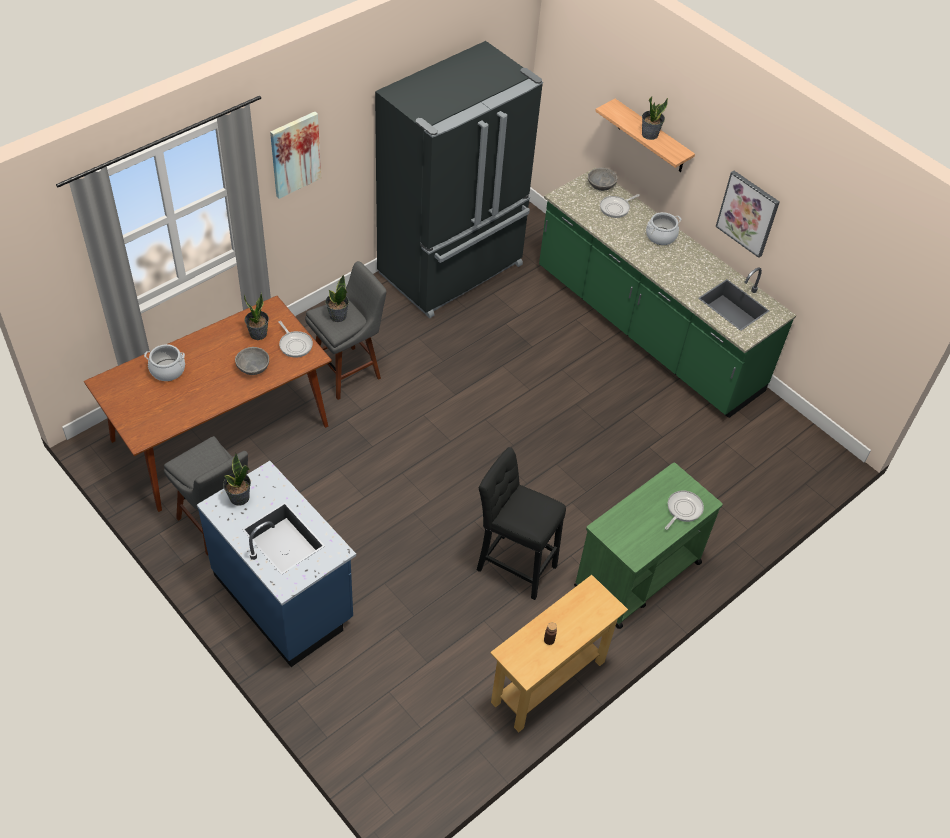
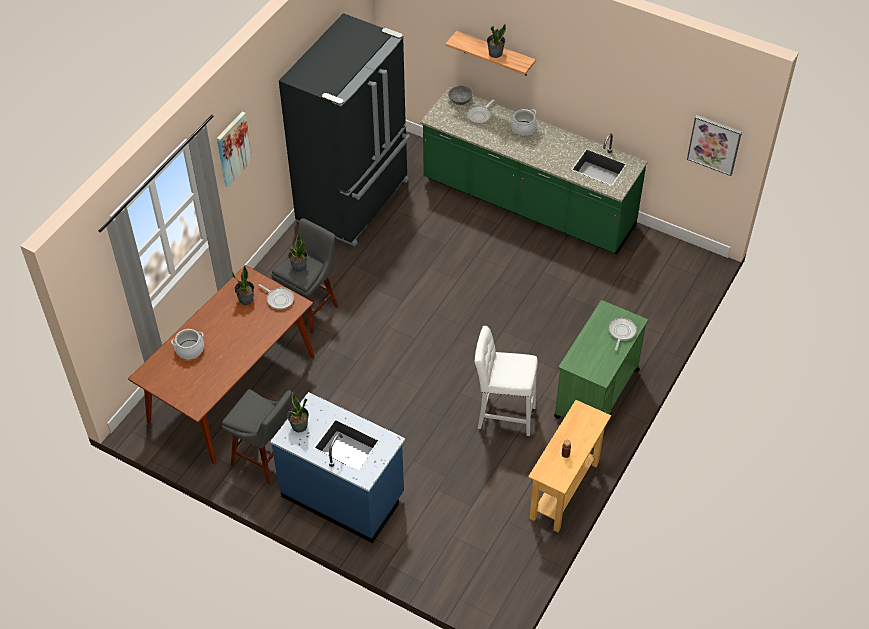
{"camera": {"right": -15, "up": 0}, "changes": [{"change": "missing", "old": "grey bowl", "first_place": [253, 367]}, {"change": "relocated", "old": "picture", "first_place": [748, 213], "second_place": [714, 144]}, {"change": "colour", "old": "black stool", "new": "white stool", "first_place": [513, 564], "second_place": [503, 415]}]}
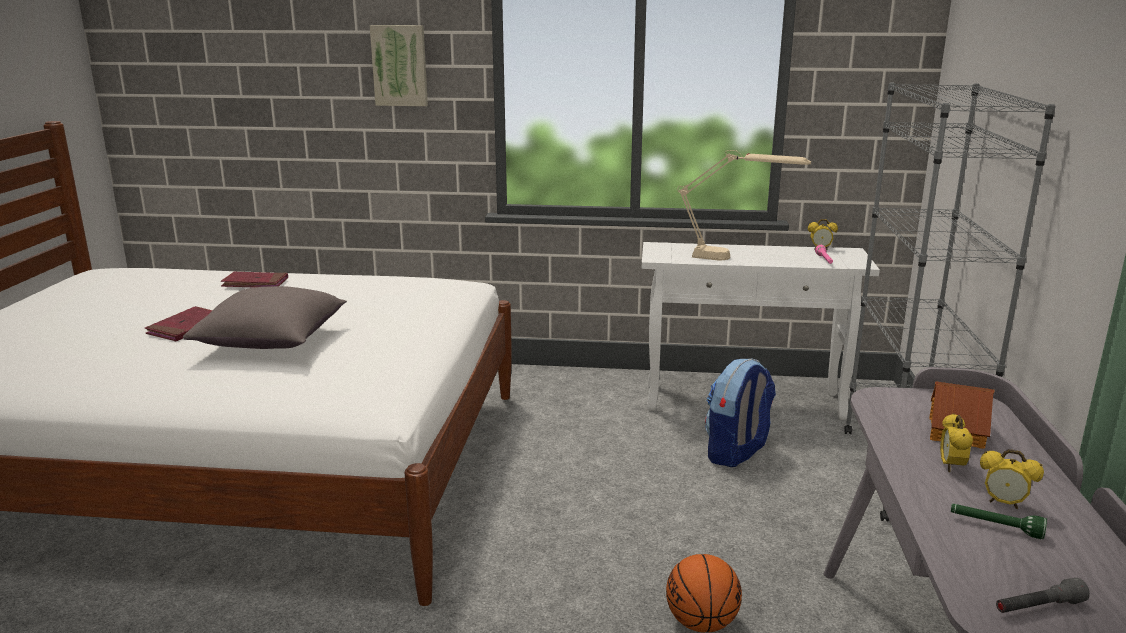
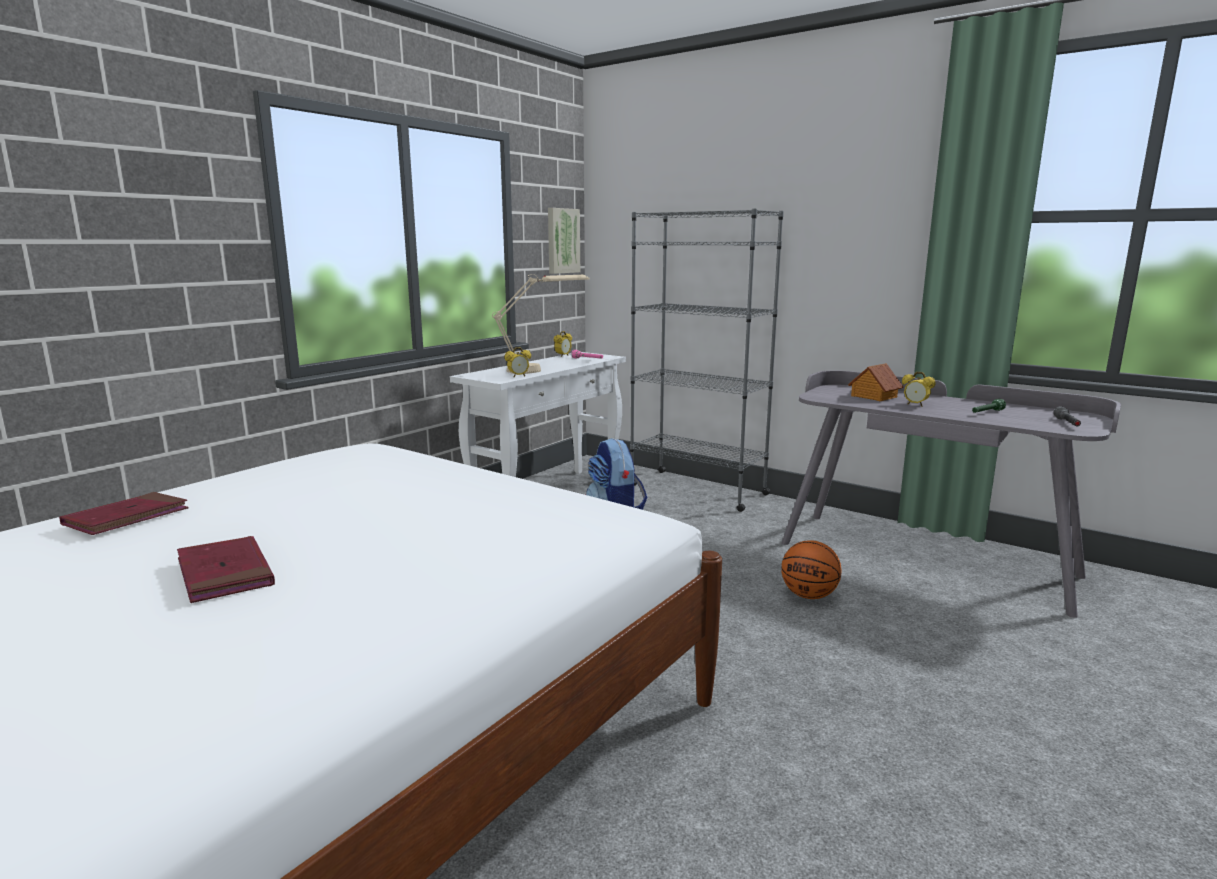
{"camera": {"right": -60, "up": -5}, "changes": [{"change": "missing", "old": "grey pillow", "first_place": [273, 342]}, {"change": "relocated", "old": "picture", "first_place": [400, 65], "second_place": [562, 241]}, {"change": "relocated", "old": "alarm clock", "first_place": [1003, 503], "second_place": [518, 376]}]}
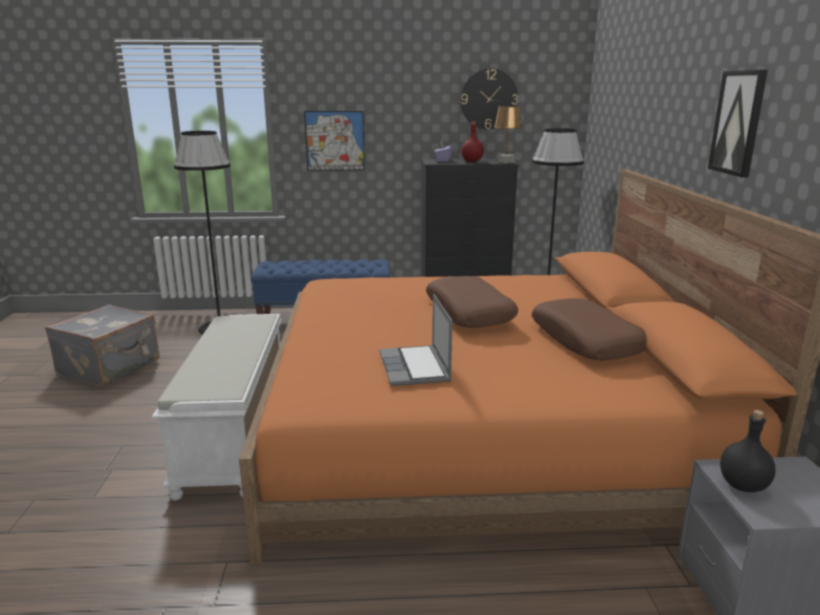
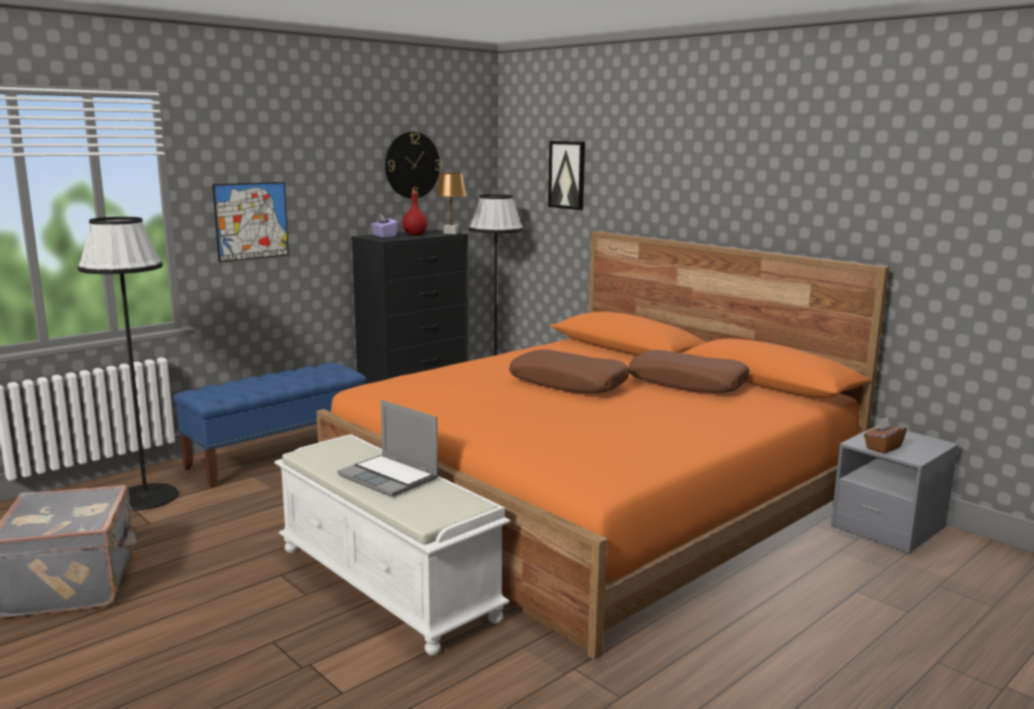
{"camera": {"right": -40, "up": -5}, "changes": [{"change": "relocated", "old": "laptop", "first_place": [415, 368], "second_place": [390, 477]}, {"change": "relocated", "old": "picture", "first_place": [738, 123], "second_place": [567, 175]}, {"change": "exchanged", "old": "black bottle", "new": "brown tissue box", "first_place": [743, 486], "second_place": [883, 448]}]}
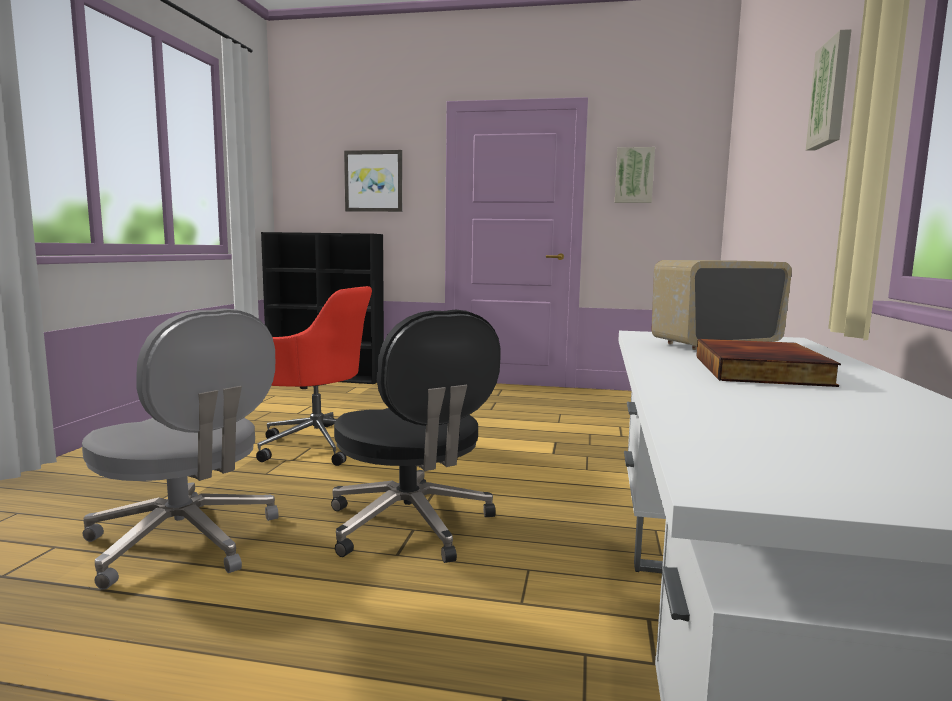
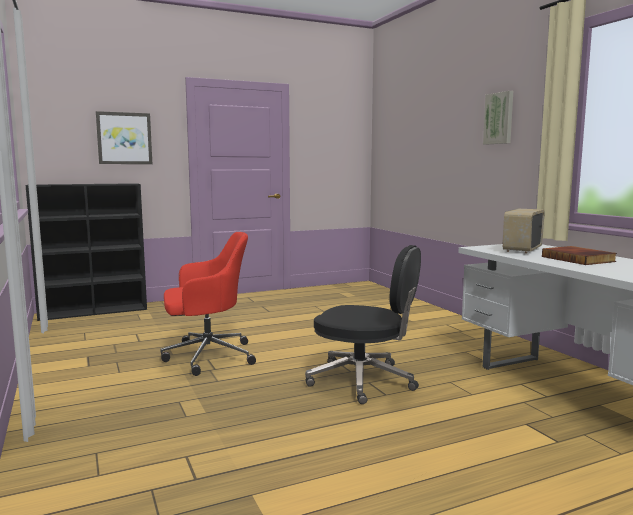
{"camera": {"right": -35, "up": 0}, "changes": [{"change": "missing", "old": "grey office chair", "first_place": [185, 542]}, {"change": "missing", "old": "picture", "first_place": [634, 175]}]}
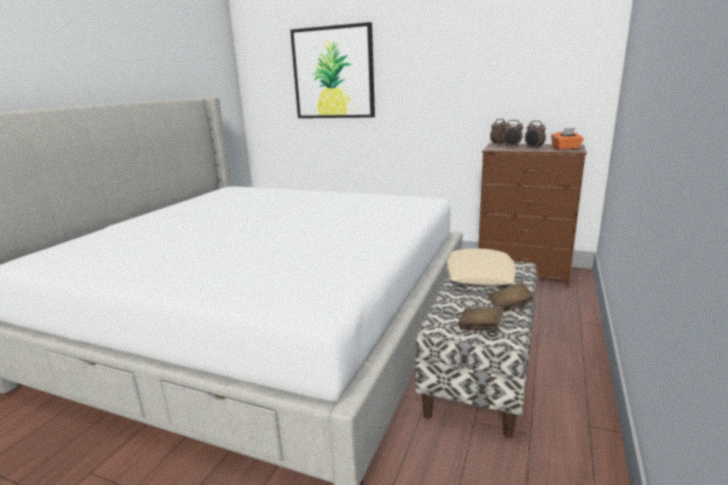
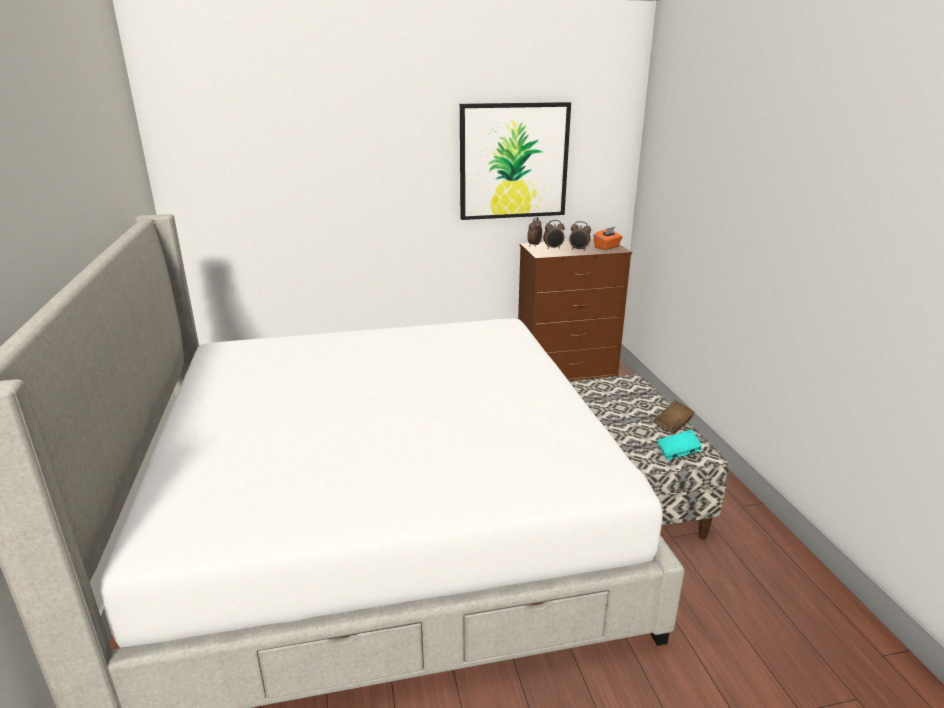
{"camera": {"right": -35, "up": 5}, "changes": [{"change": "missing", "old": "beige pillow", "first_place": [479, 274]}, {"change": "relocated", "old": "picture", "first_place": [333, 73], "second_place": [513, 161]}, {"change": "colour", "old": "brown book", "new": "turquoise book", "first_place": [480, 327], "second_place": [678, 453]}]}
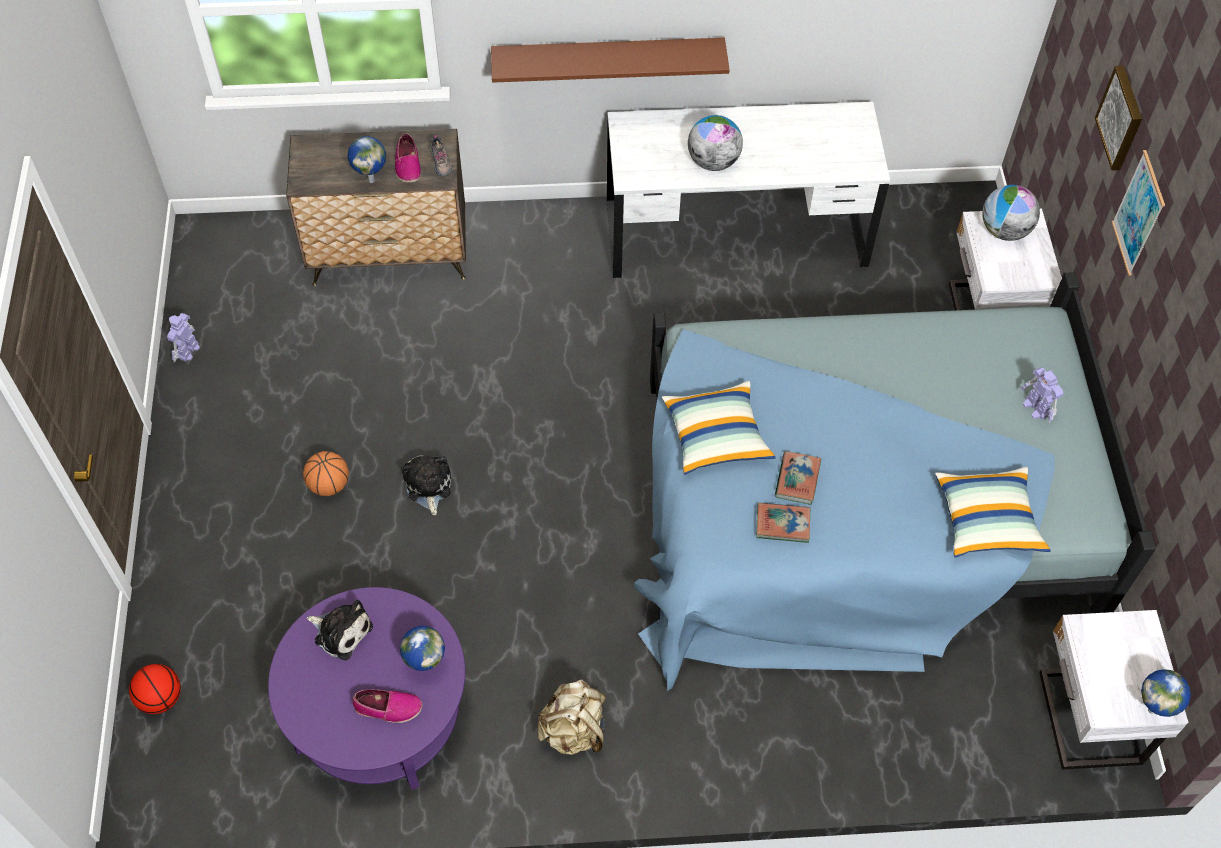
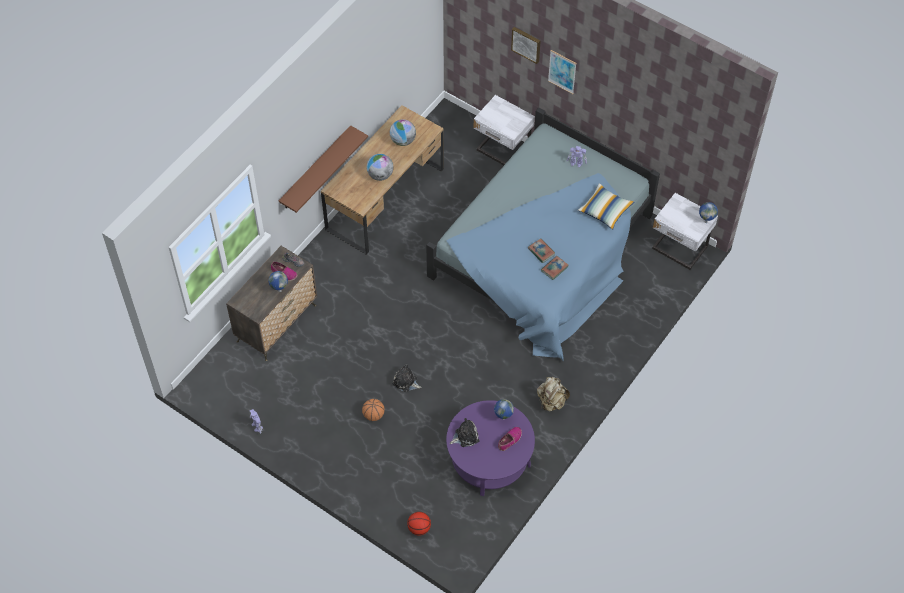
{"camera": {"right": -50, "up": 0}, "changes": [{"change": "missing", "old": "pillow", "first_place": [716, 436]}, {"change": "relocated", "old": "globe", "first_place": [1004, 230], "second_place": [403, 141]}, {"change": "colour", "old": "white desk", "new": "brown desk", "first_place": [735, 233], "second_place": [385, 199]}]}
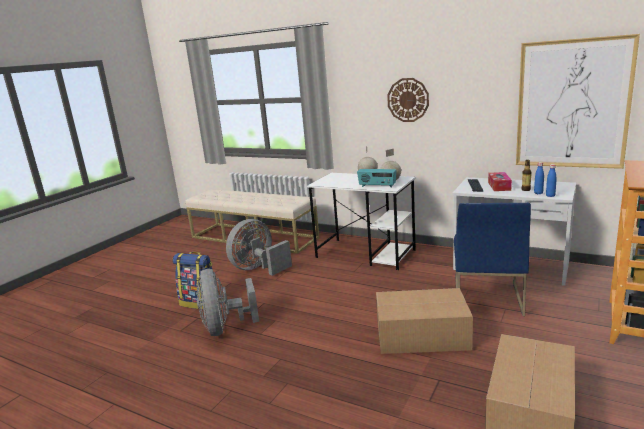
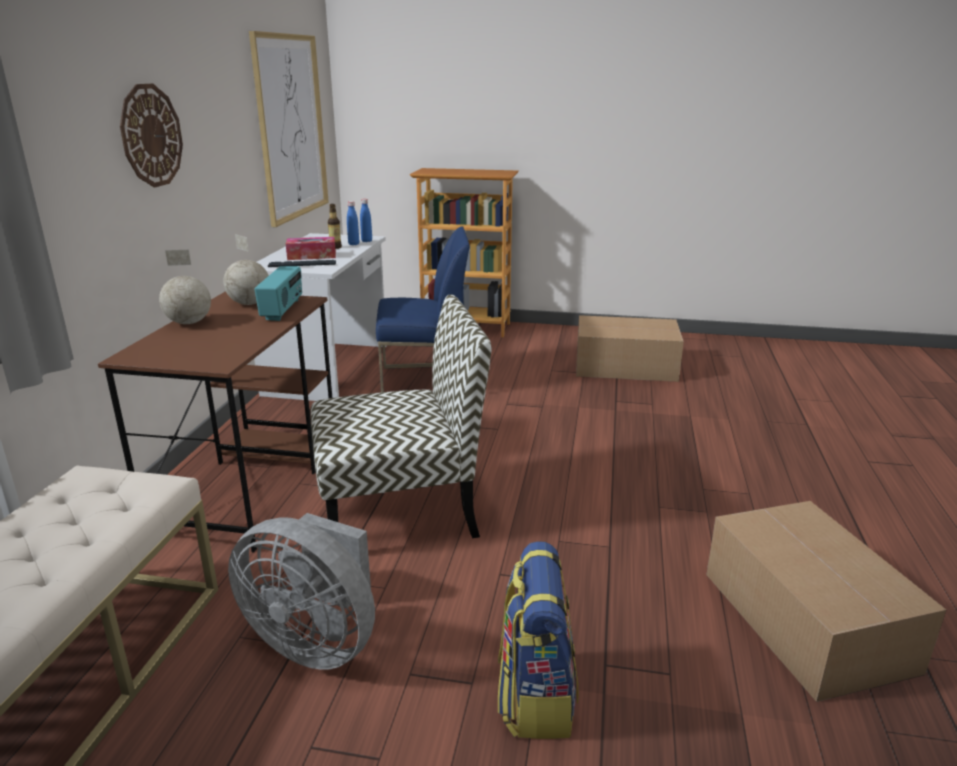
{"camera": {"right": -110, "up": 5}, "changes": [{"change": "missing", "old": "grey fan", "first_place": [225, 328]}, {"change": "appeared", "new": "chair", "second_place": [401, 510]}, {"change": "relocated", "old": "cardboard box", "first_place": [423, 335], "second_place": [805, 618]}, {"change": "colour", "old": "white desk", "new": "brown desk", "first_place": [366, 254], "second_place": [251, 485]}]}
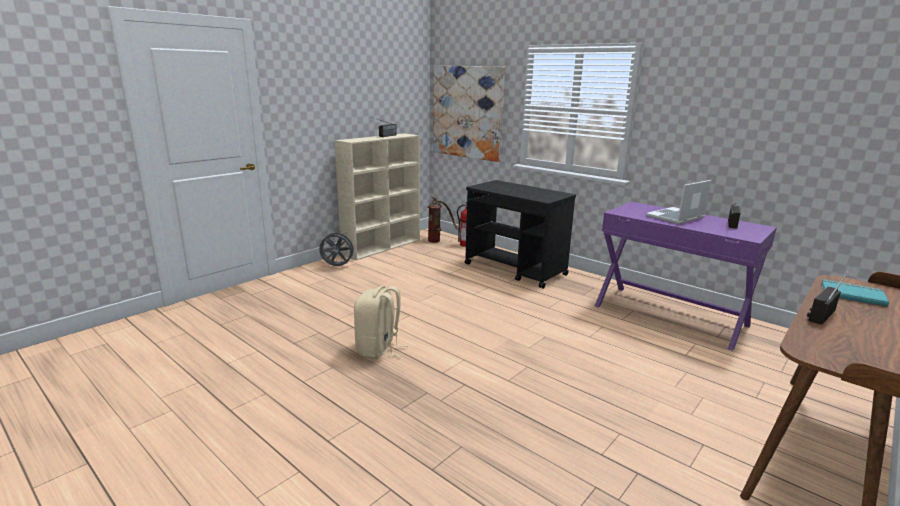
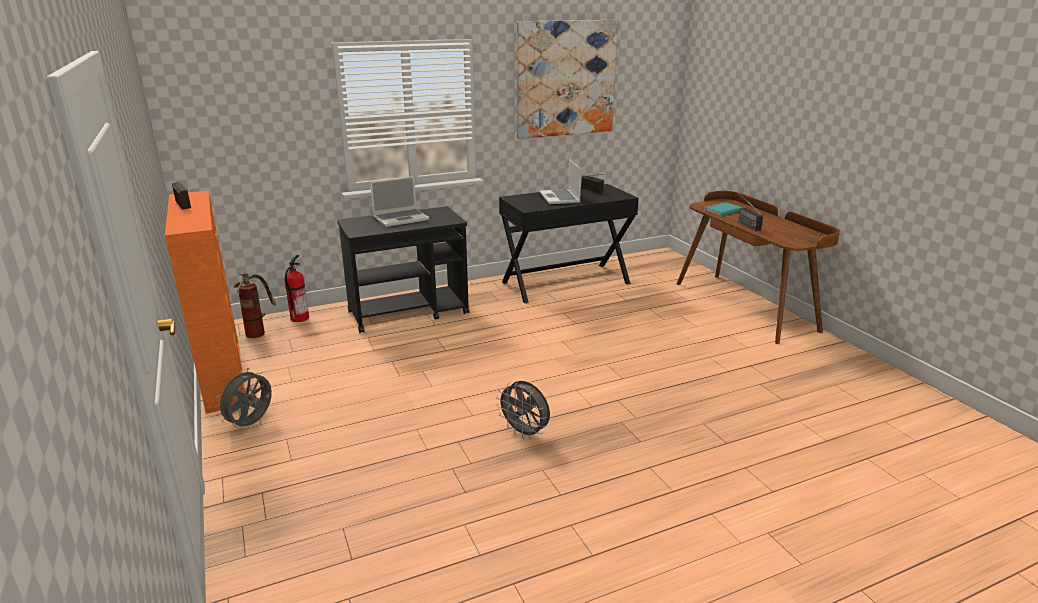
{"camera": {"right": -65, "up": 5}, "changes": [{"change": "appeared", "new": "laptop", "second_place": [401, 218]}, {"change": "relocated", "old": "picture", "first_place": [467, 112], "second_place": [566, 79]}, {"change": "exchanged", "old": "beige backpack", "new": "grey fan", "first_place": [379, 349], "second_place": [525, 433]}, {"change": "colour", "old": "beige bookcase", "new": "orange bookcase", "first_place": [382, 247], "second_place": [223, 374]}, {"change": "colour", "old": "purple desk", "new": "black desk", "first_place": [670, 315], "second_place": [565, 282]}]}
